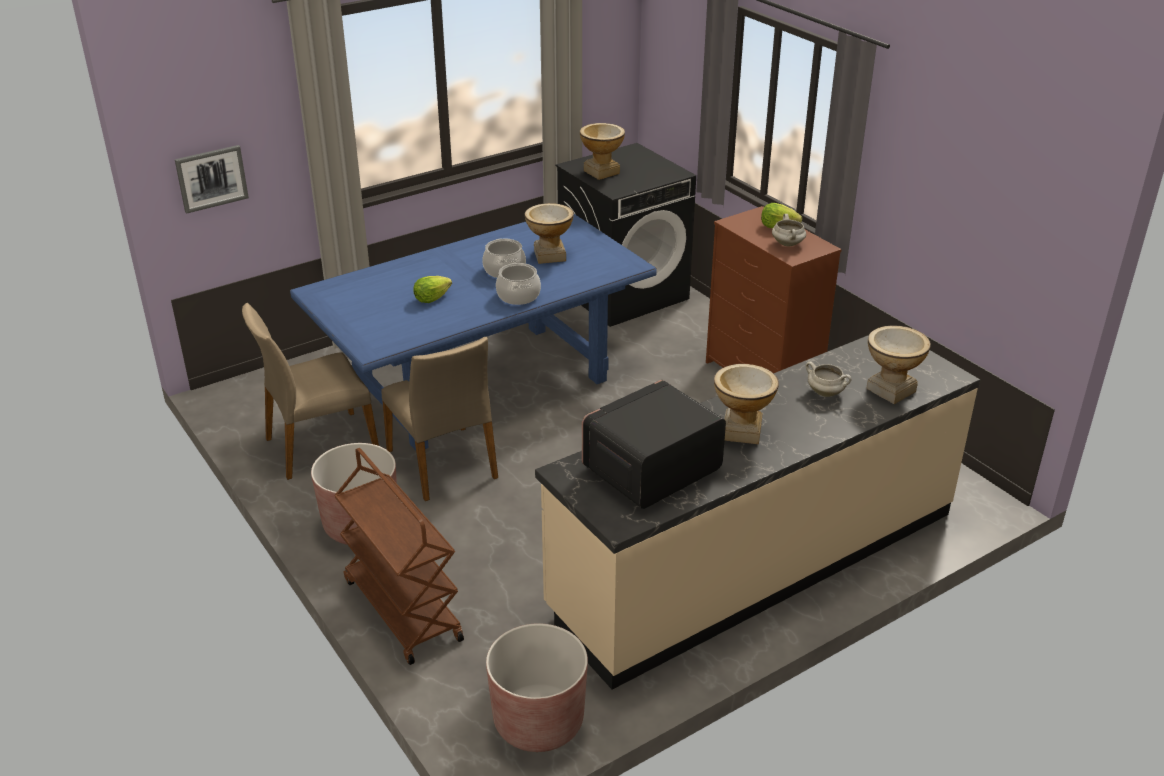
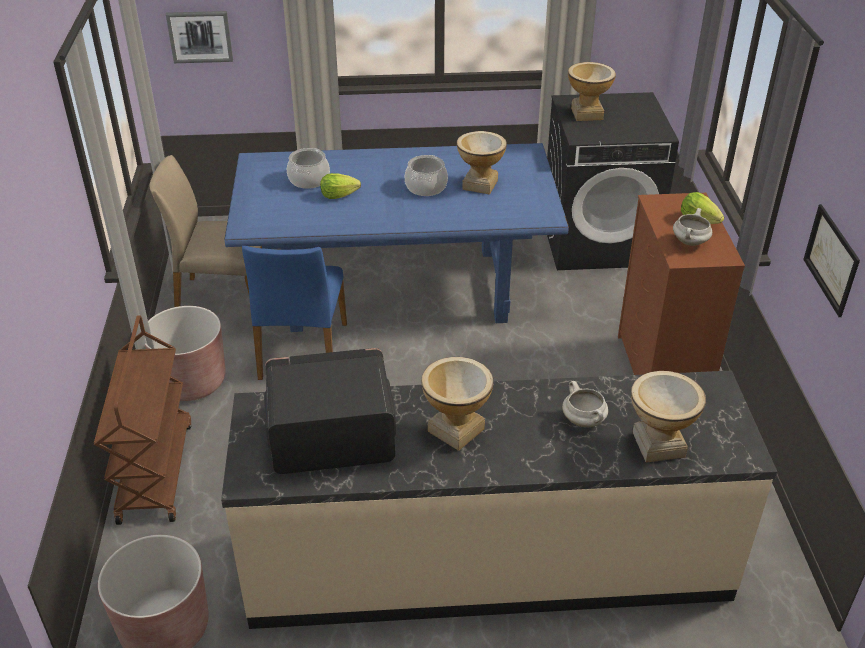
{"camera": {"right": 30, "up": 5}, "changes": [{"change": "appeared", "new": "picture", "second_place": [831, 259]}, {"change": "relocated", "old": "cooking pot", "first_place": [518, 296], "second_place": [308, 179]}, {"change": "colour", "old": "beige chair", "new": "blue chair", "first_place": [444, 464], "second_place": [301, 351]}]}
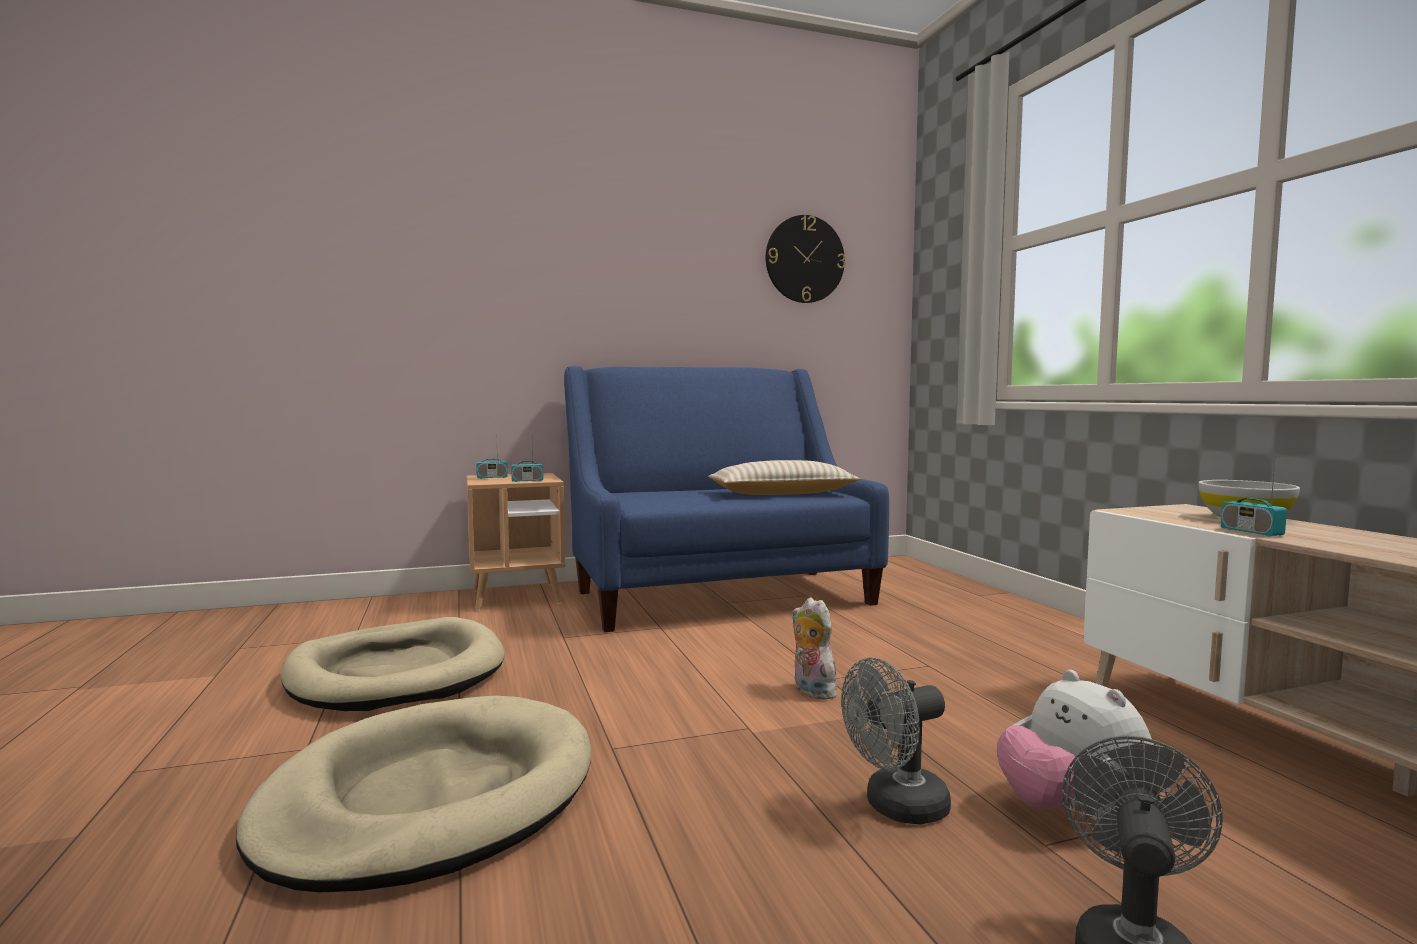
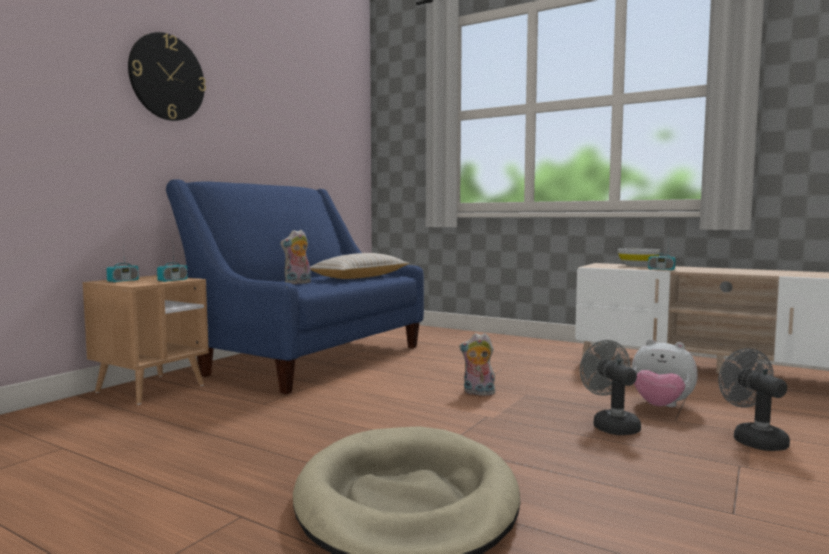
{"camera": {"right": -40, "up": 0}, "changes": [{"change": "missing", "old": "beige dog bed", "first_place": [397, 673]}, {"change": "appeared", "new": "plush toy", "second_place": [297, 283]}, {"change": "relocated", "old": "wall clock", "first_place": [804, 259], "second_place": [167, 77]}, {"change": "spun", "old": "grey fan", "first_place": [896, 807], "second_place": [611, 425], "degrees": 135}]}
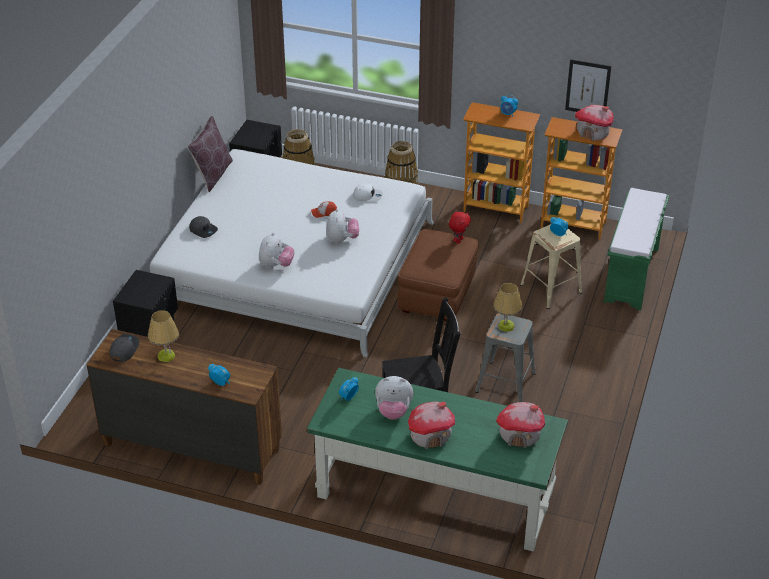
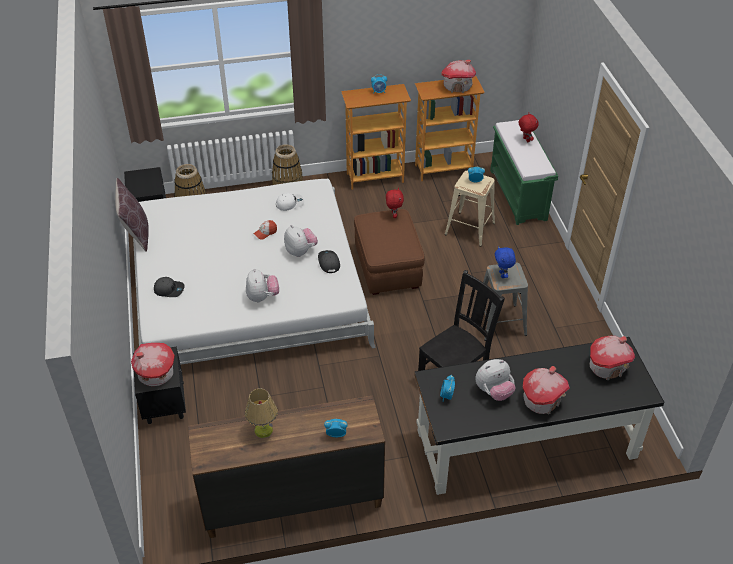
{"camera": {"right": -30, "up": 5}, "changes": [{"change": "missing", "old": "picture", "first_place": [588, 88]}, {"change": "appeared", "new": "toy house", "second_place": [155, 375]}, {"change": "appeared", "new": "red plush toy", "second_place": [525, 140]}, {"change": "relocated", "old": "grey cap", "first_place": [124, 349], "second_place": [328, 263]}, {"change": "exchanged", "old": "table lamp", "new": "blue plush toy", "first_place": [506, 326], "second_place": [503, 275]}, {"change": "colour", "old": "green desk", "new": "black desk", "first_place": [434, 493], "second_place": [525, 445]}]}
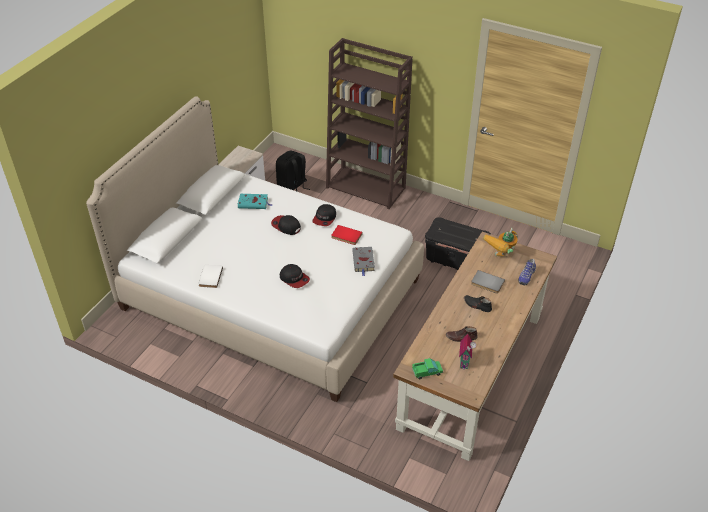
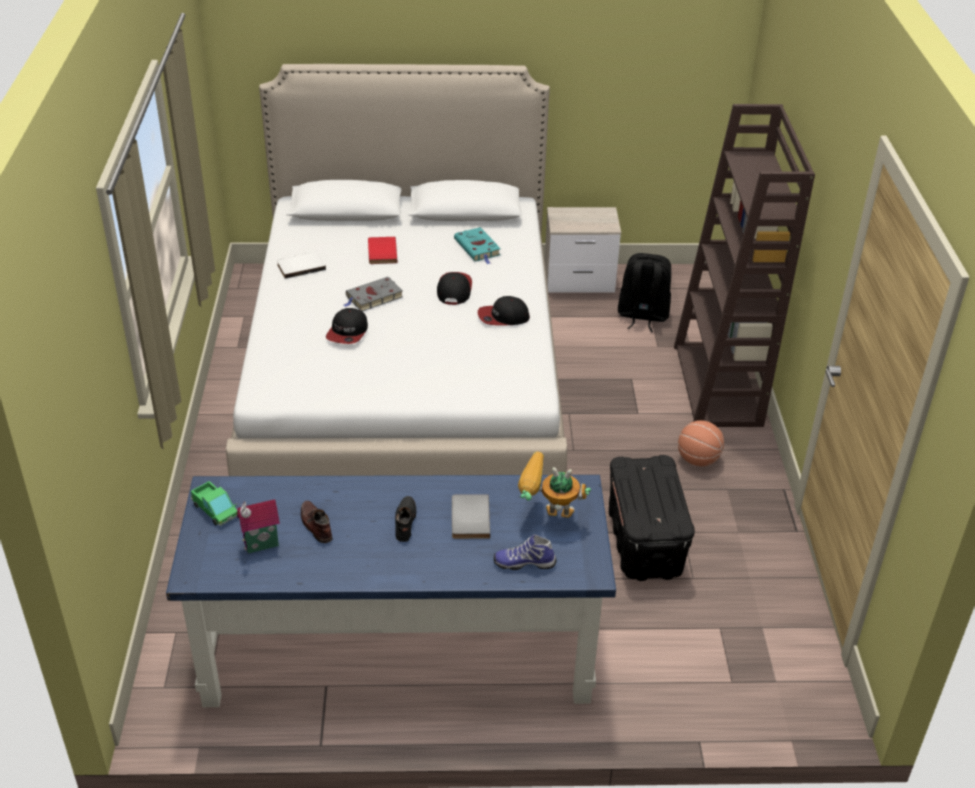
{"camera": {"right": 60, "up": -5}, "changes": [{"change": "appeared", "new": "basketball", "second_place": [698, 460]}, {"change": "relocated", "old": "red book", "first_place": [346, 236], "second_place": [381, 252]}, {"change": "relocated", "old": "grey book", "first_place": [363, 261], "second_place": [373, 297]}, {"change": "colour", "old": "brown desk", "new": "blue desk", "first_place": [472, 371], "second_place": [397, 649]}]}
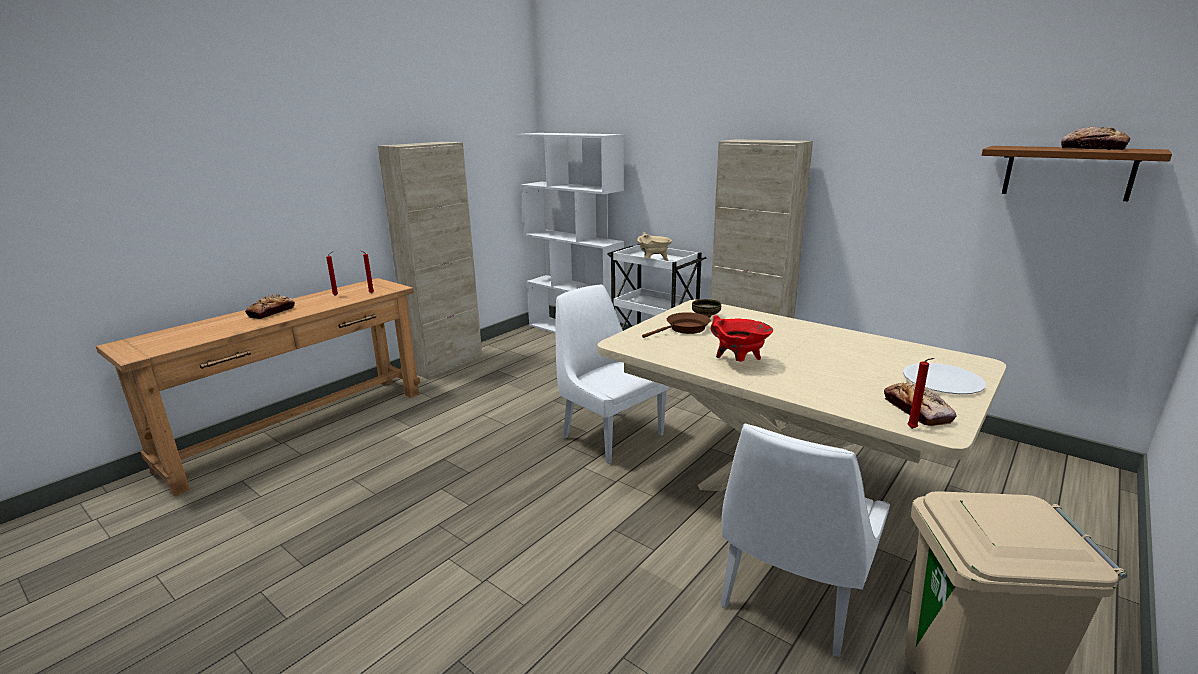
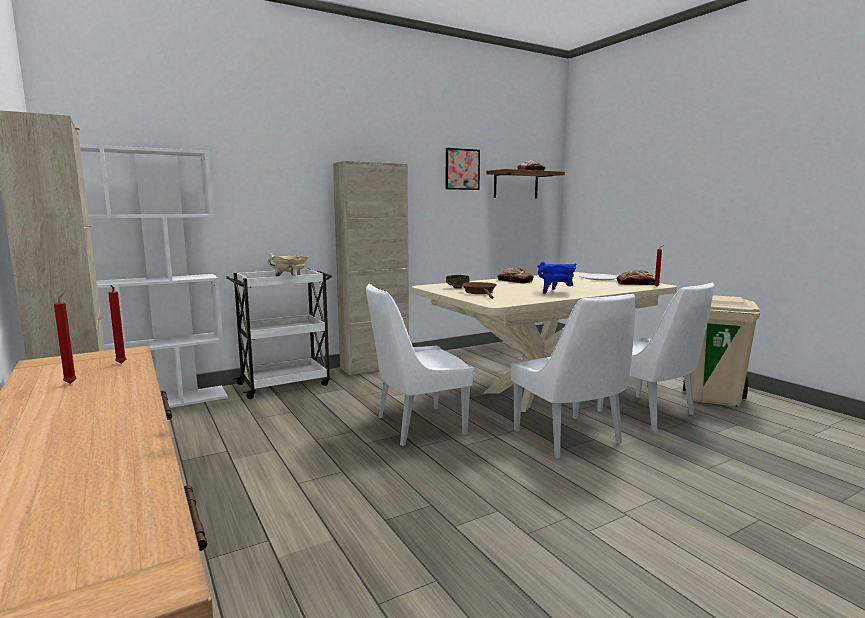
{"camera": {"right": -70, "up": -10}, "changes": [{"change": "appeared", "new": "picture", "second_place": [462, 169]}, {"change": "appeared", "new": "white chair", "second_place": [569, 438]}, {"change": "relocated", "old": "bread", "first_place": [271, 312], "second_place": [515, 281]}, {"change": "colour", "old": "red cooking pot", "new": "blue cooking pot", "first_place": [739, 362], "second_place": [556, 292]}]}
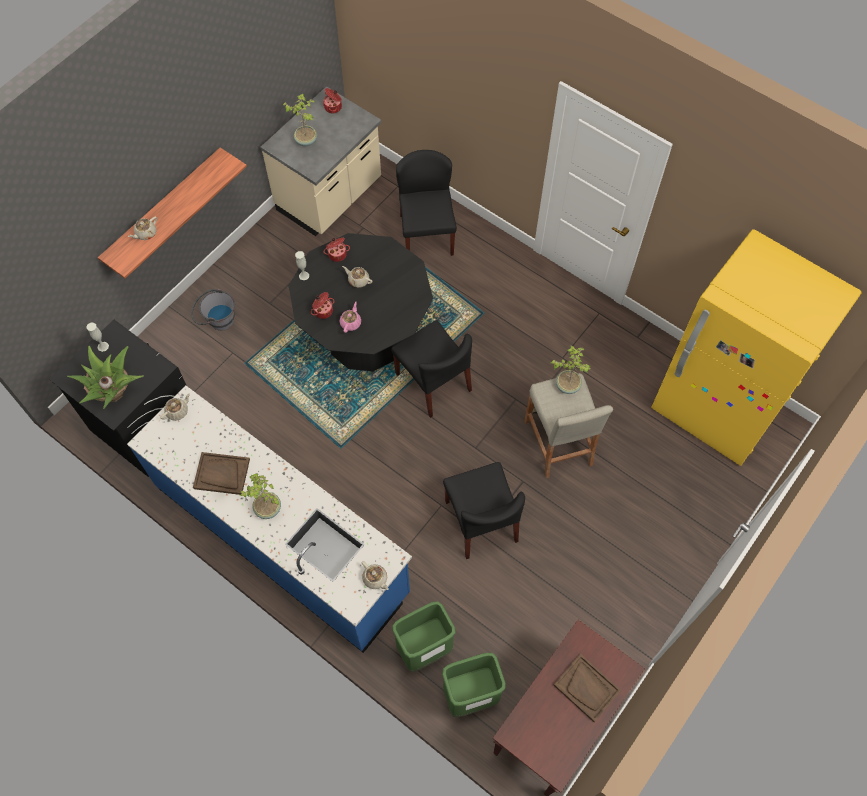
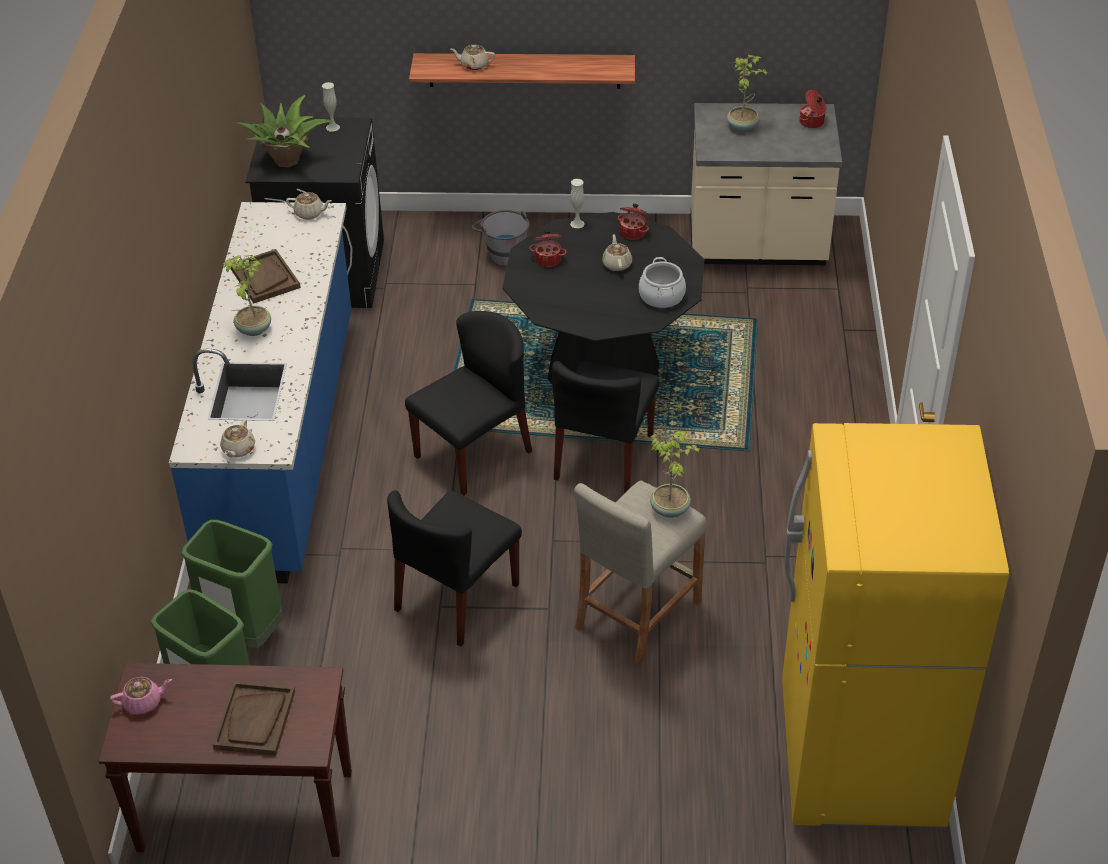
{"camera": {"right": 55, "up": -20}, "changes": [{"change": "appeared", "new": "cooking pot", "second_place": [661, 296]}, {"change": "relocated", "old": "pink teapot", "first_place": [351, 323], "second_place": [143, 702]}, {"change": "relocated", "old": "black chair", "first_place": [426, 234], "second_place": [473, 453]}]}
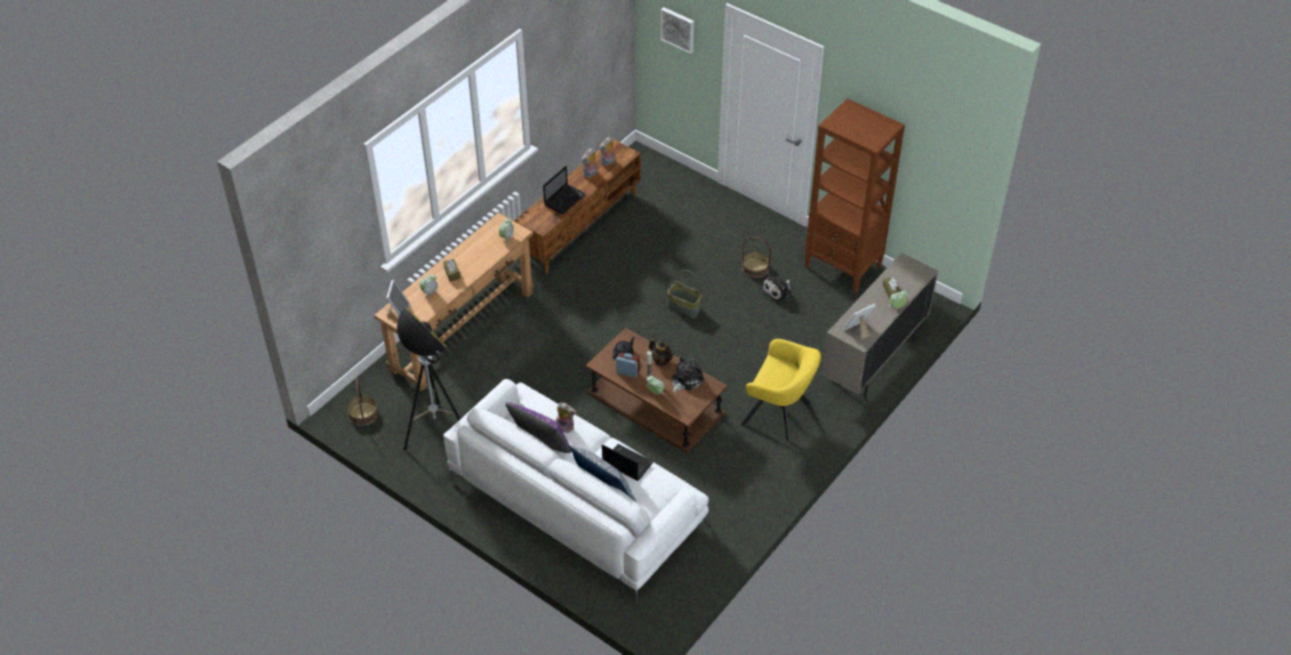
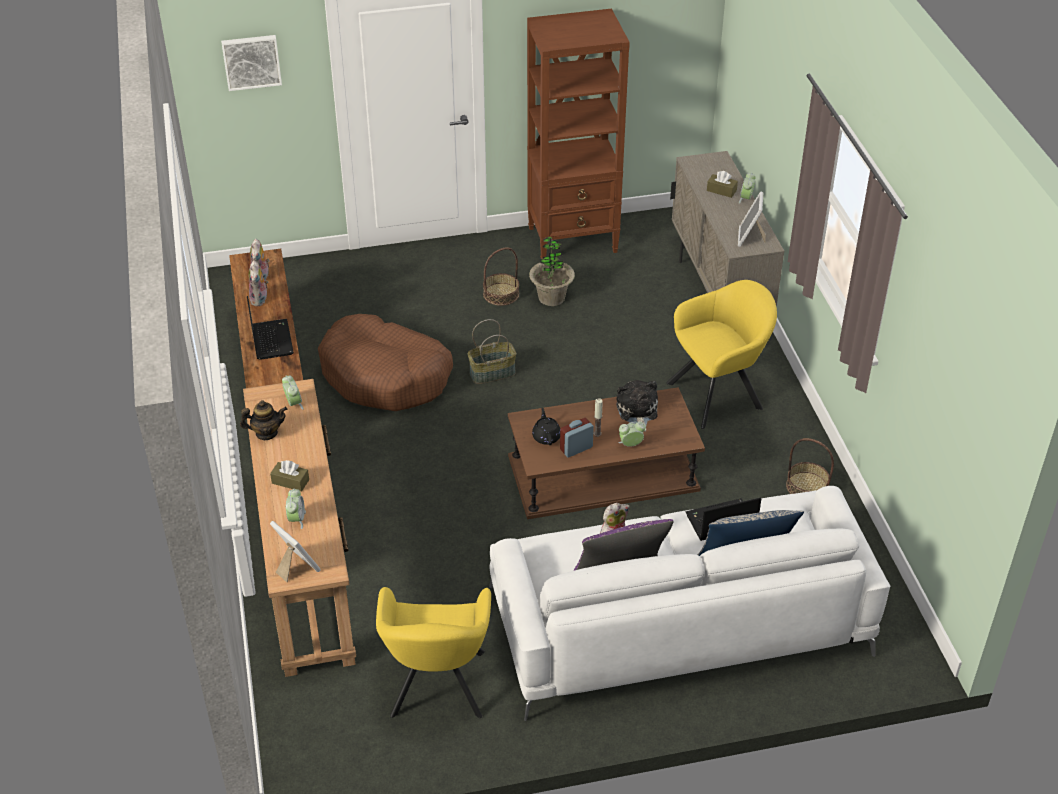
{"camera": {"right": -50, "up": -5}, "changes": [{"change": "appeared", "new": "brown dog bed", "second_place": [386, 376]}, {"change": "relocated", "old": "basket", "first_place": [363, 413], "second_place": [806, 486]}, {"change": "relocated", "old": "teapot", "first_place": [661, 360], "second_place": [266, 433]}, {"change": "exchanged", "old": "floor lamp", "new": "yellow armchair", "first_place": [436, 432], "second_place": [437, 689]}, {"change": "exchanged", "old": "plush toy", "new": "potted plant", "first_place": [778, 291], "second_place": [551, 298]}]}
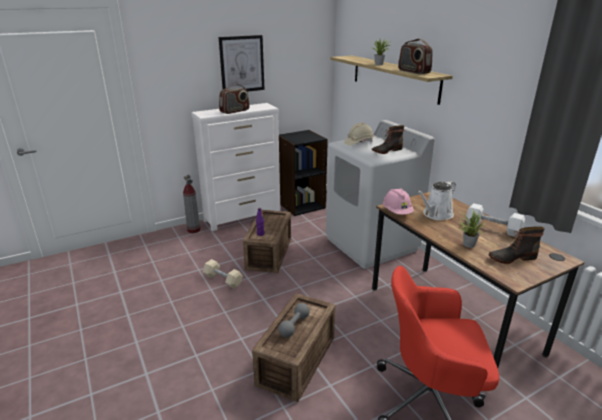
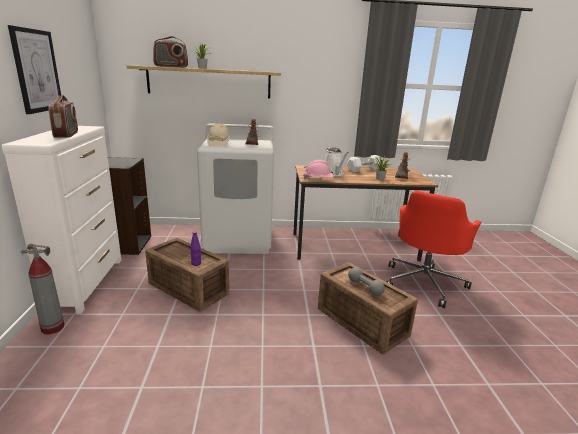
{"camera": {"right": -65, "up": -5}, "changes": [{"change": "missing", "old": "beige dumbbell", "first_place": [223, 280]}, {"change": "relocated", "old": "radio", "first_place": [413, 72], "second_place": [171, 67]}]}
